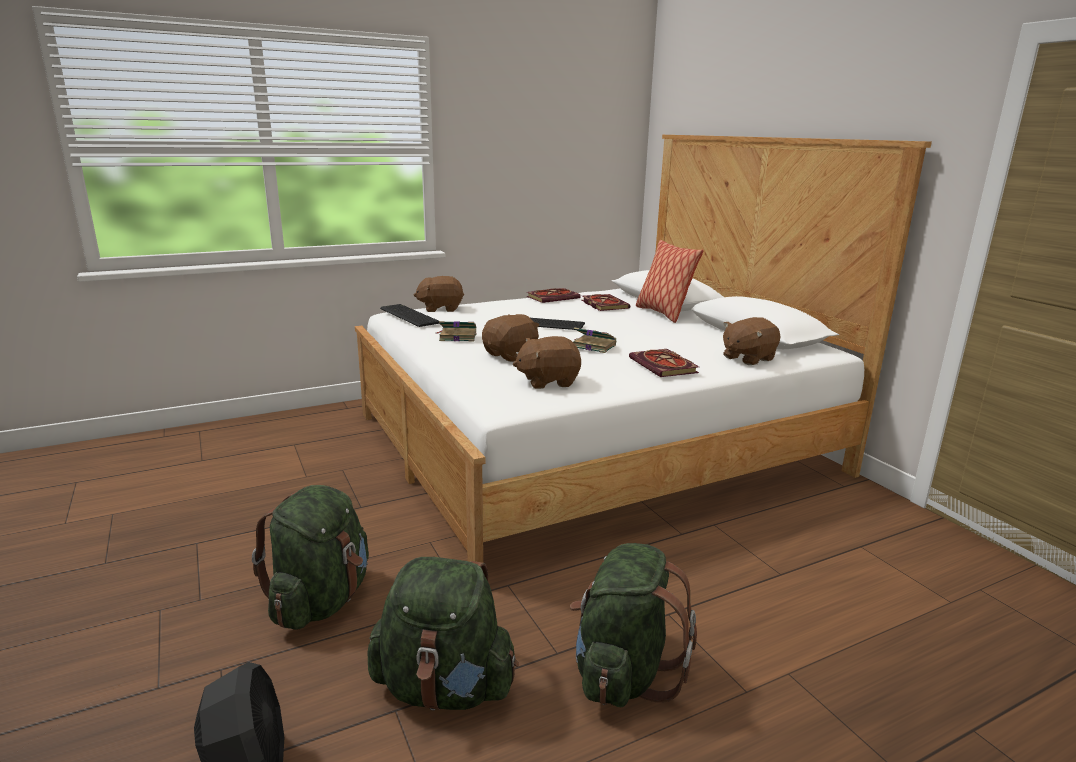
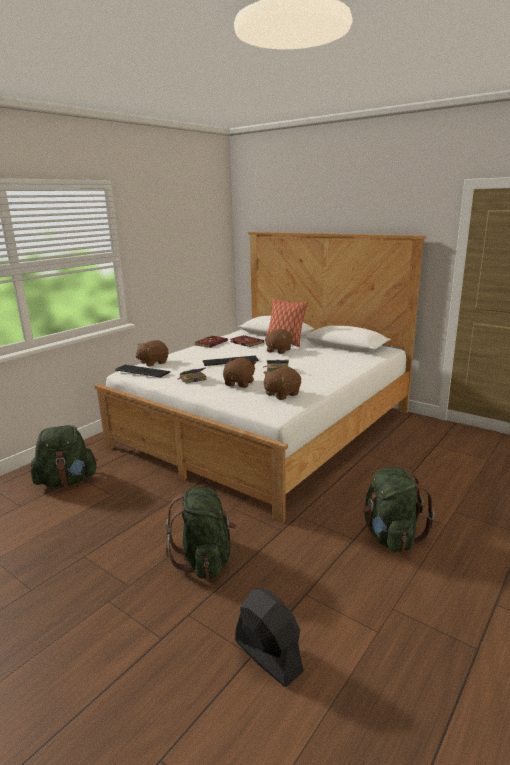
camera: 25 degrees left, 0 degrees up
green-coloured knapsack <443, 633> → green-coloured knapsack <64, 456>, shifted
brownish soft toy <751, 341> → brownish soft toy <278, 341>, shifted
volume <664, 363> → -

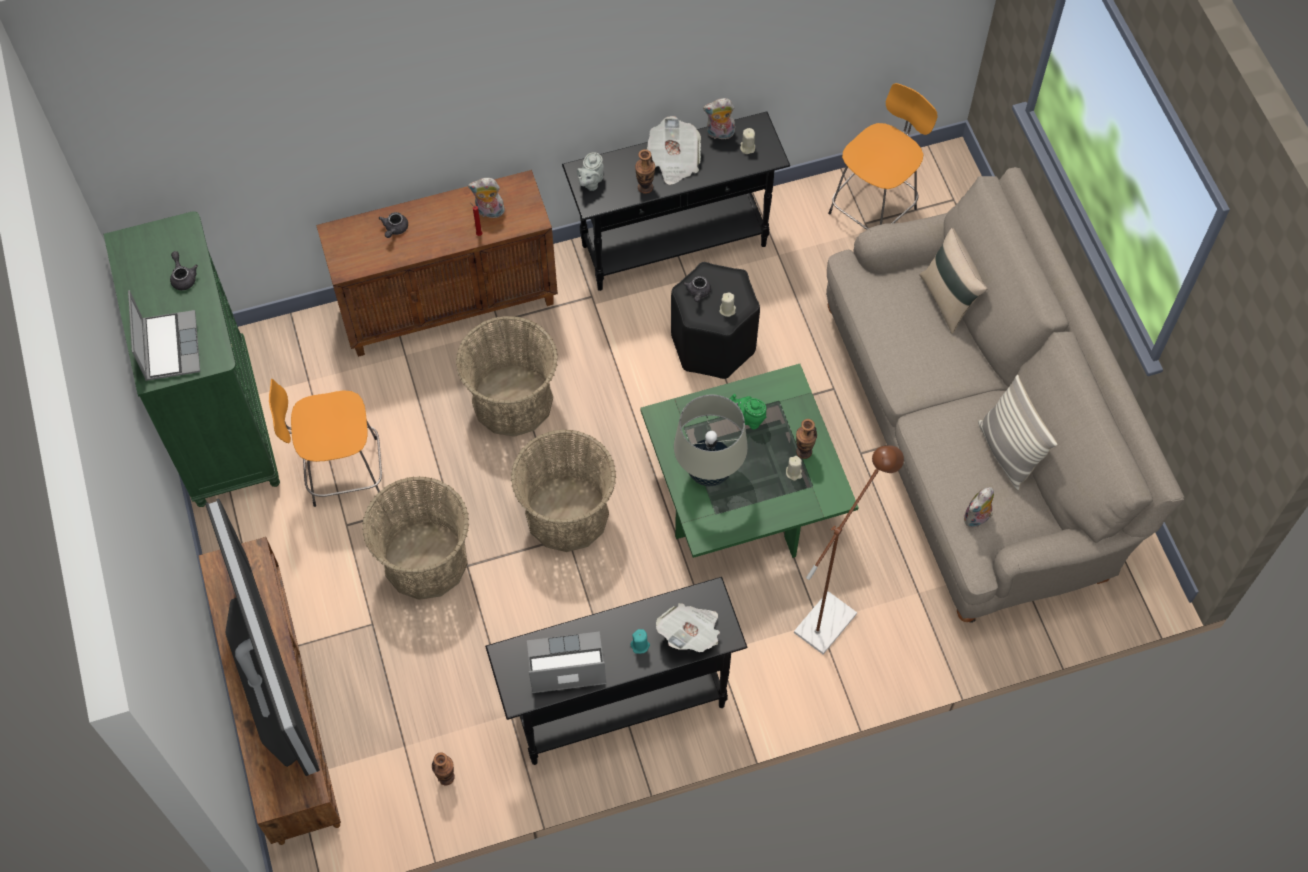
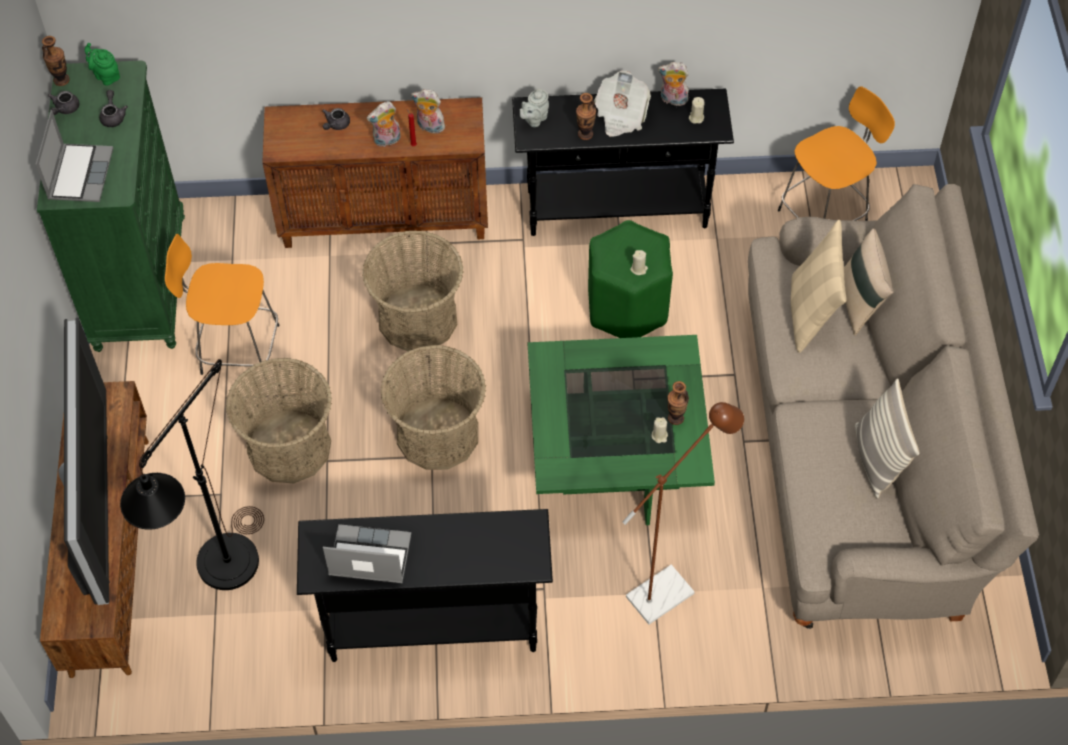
camera: 15 degrees right, 5 degrees down
vase <443, 769> → vase <56, 61>, shifted
greyish pot for tea <697, 289> → greyish pot for tea <63, 103>, shifted
green-coloured pot for tea <748, 412> → green-coloured pot for tea <102, 64>, shifted
- → blackish floor lamp <192, 474>
soft toy <978, 507> → soft toy <383, 124>, shifted
blackish stool <715, 320> → green-coloured stool <630, 279>
- → beige-coloured cushion <819, 286>
turquoise-coloured wax candle <640, 641> → -
newspaper <688, 627> → -
beige-coloured table lamp <711, 440> → -

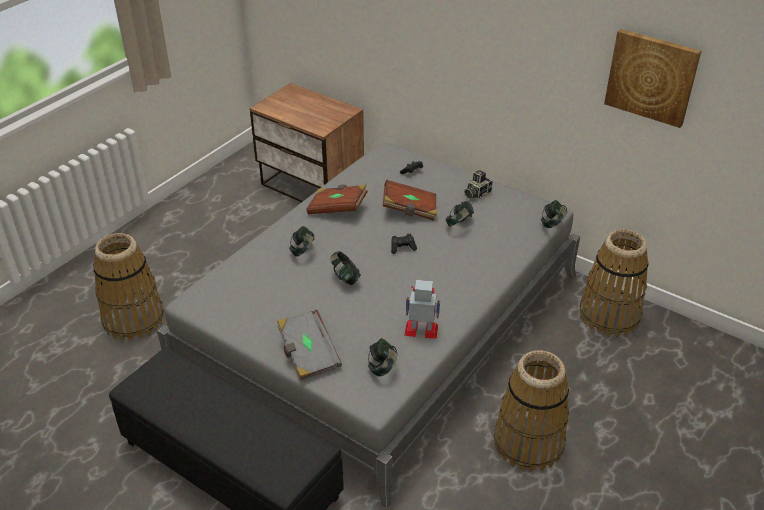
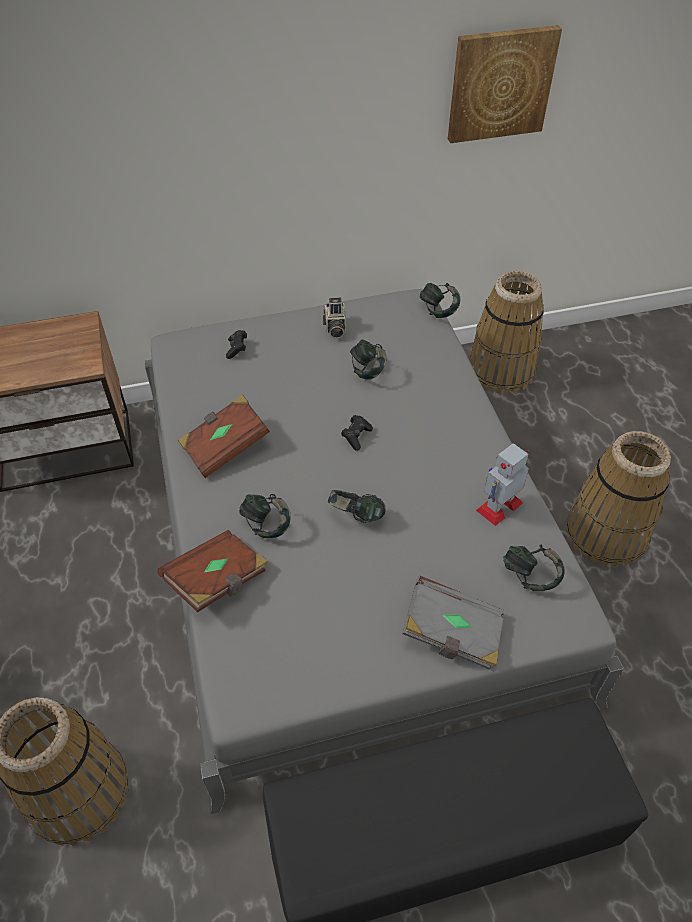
camera: 50 degrees left, 10 degrees up
brownish volume <410, 200> → brownish volume <213, 571>, shifted

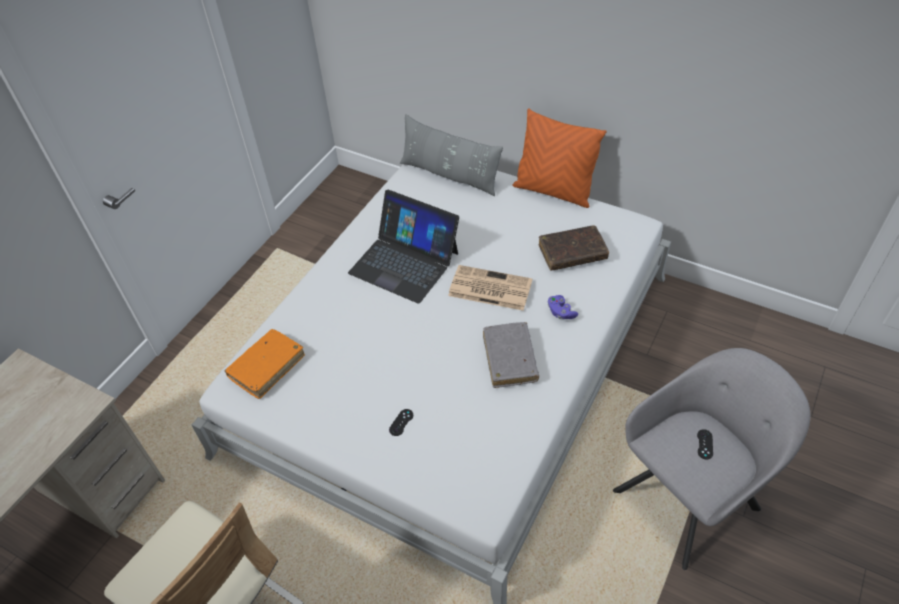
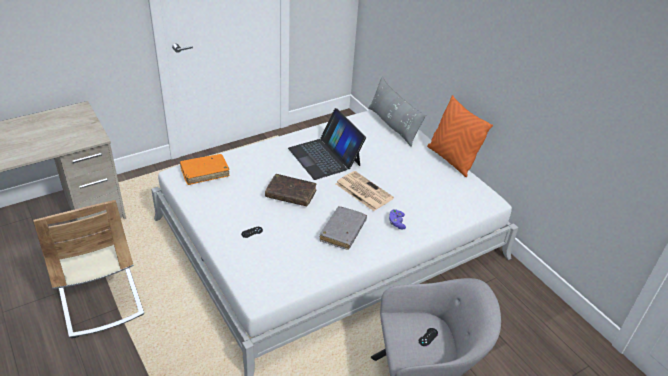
camera: 25 degrees right, 10 degrees down
brownish volume <574, 247> → brownish volume <291, 190>, shifted

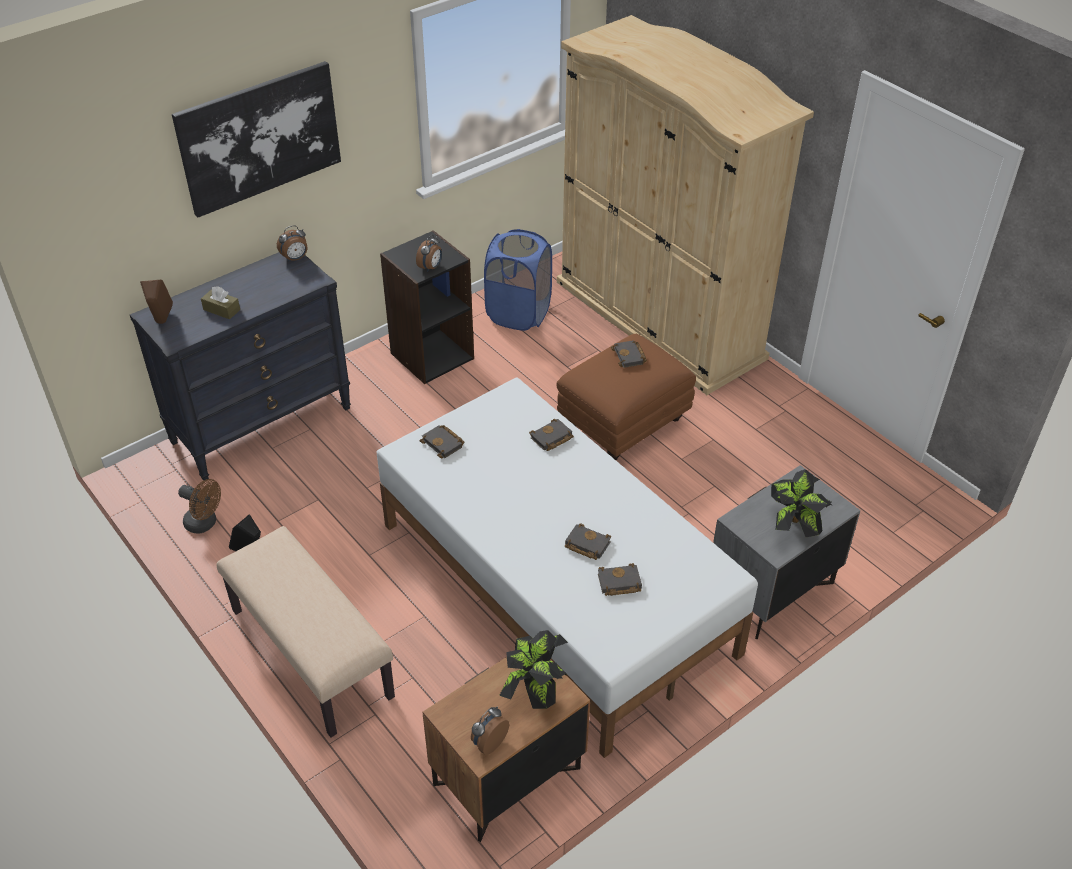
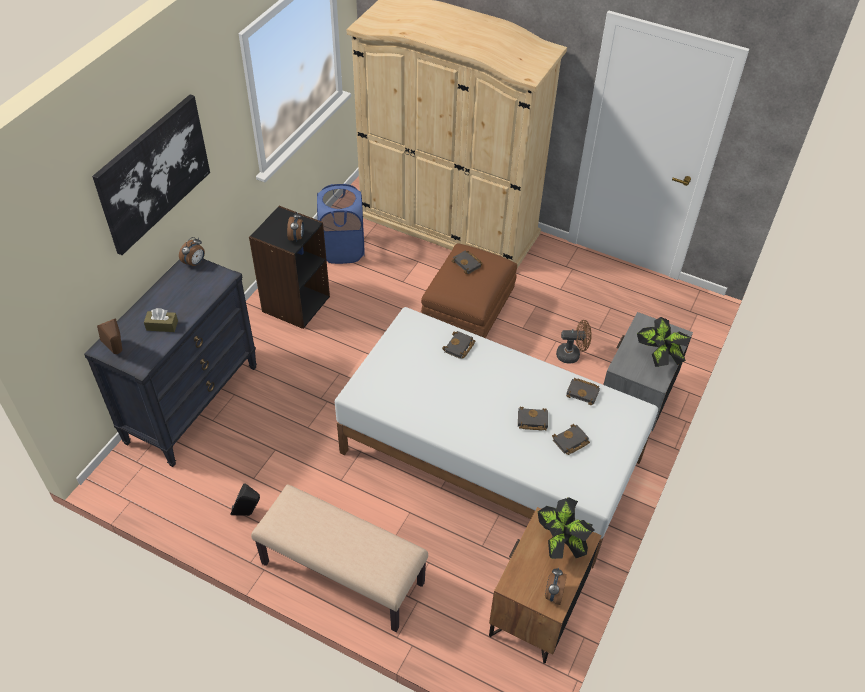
camera: 25 degrees left, 5 degrees up
brownish fan <199, 506> → brownish fan <574, 342>, shifted
blackish volume <442, 442> → blackish volume <583, 391>, shifted

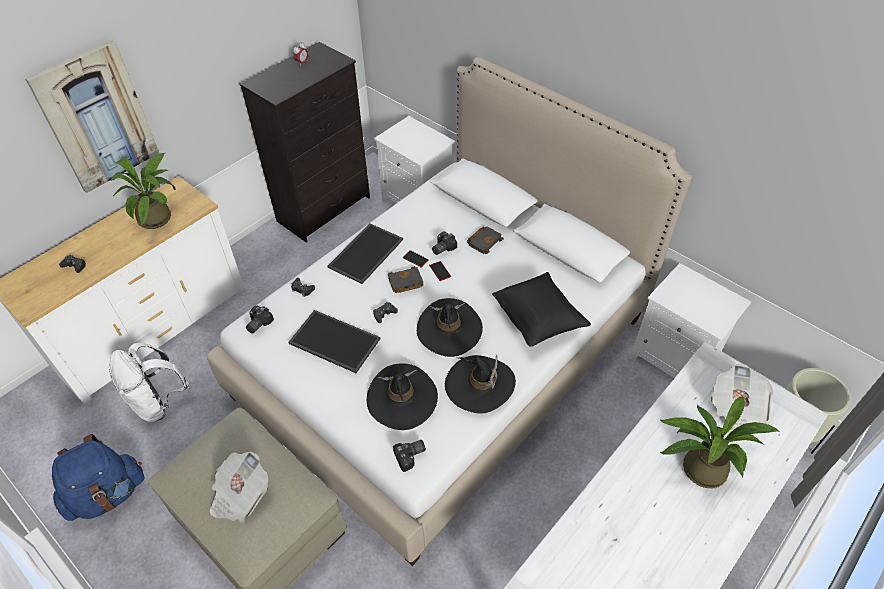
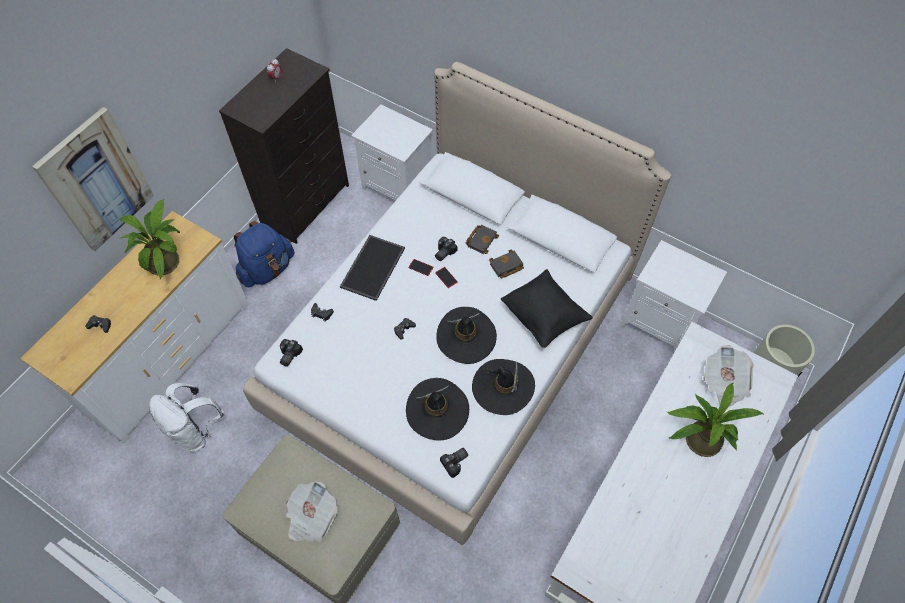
camera: 10 degrees left, 10 degrees up
blue-coloured knapsack <98, 477> → blue-coloured knapsack <264, 254>, shifted
blackish volume <405, 279> → blackish volume <506, 263>, shifted
tray <334, 341> → -

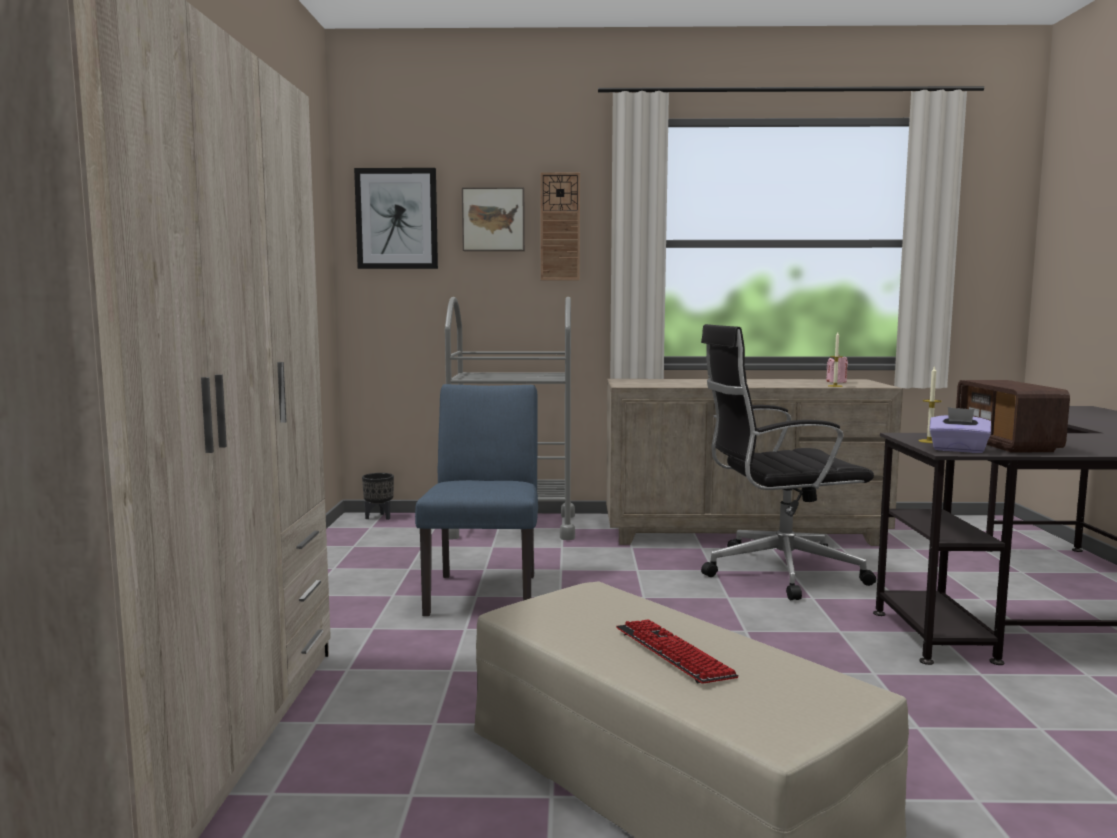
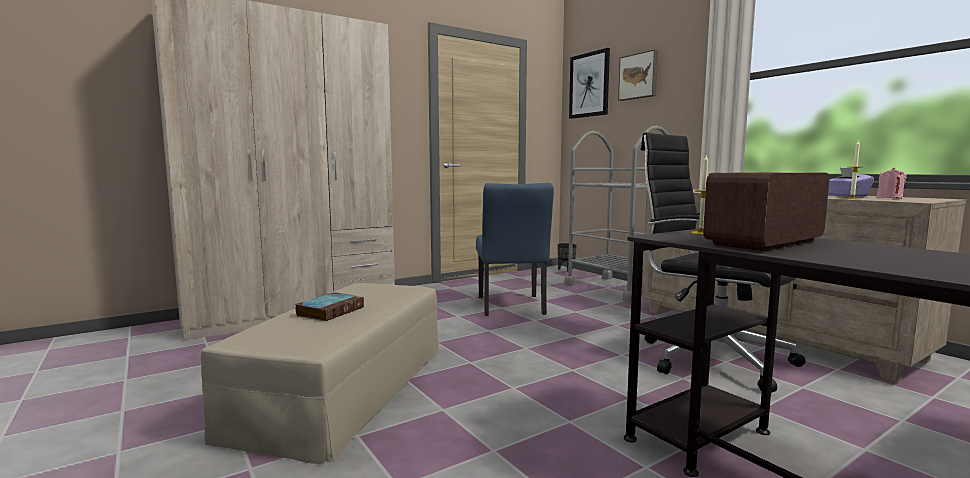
camera: 55 degrees right, 0 degrees up
PC keyboard <677, 651> → volume <329, 306>
blue-coloured chair <476, 500> → blue-coloured chair <515, 249>, 120 degrees clockwise
purplish tissue holder <960, 430> → purplish tissue holder <851, 182>, shifted
wall clock <560, 226> → -

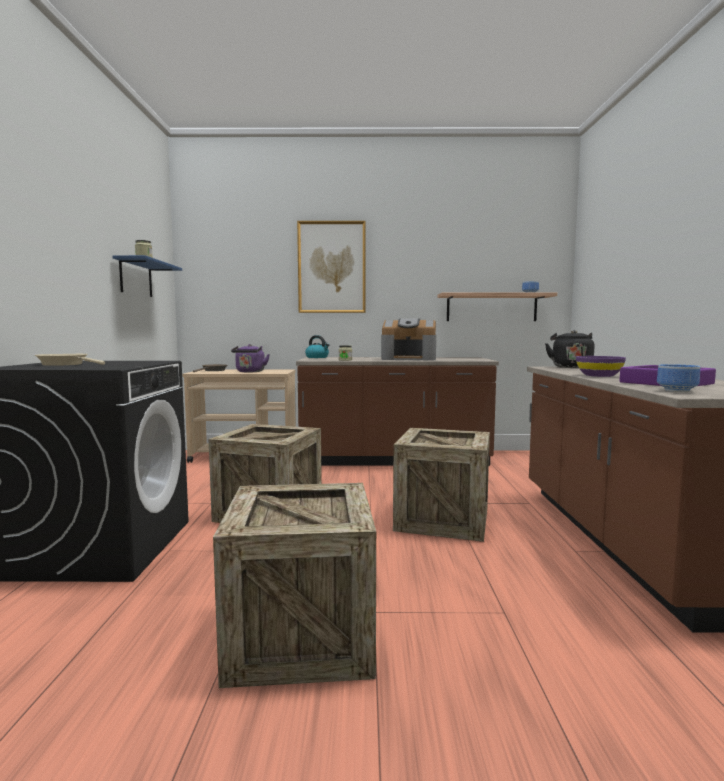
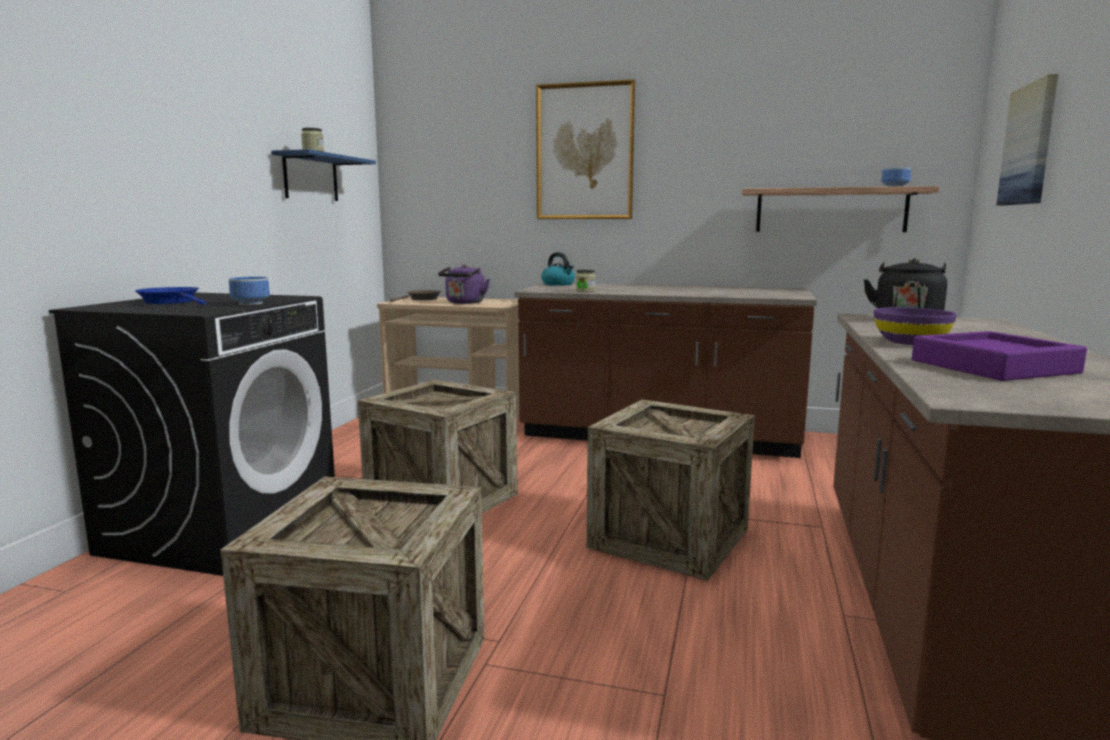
camera: 15 degrees right, 5 degrees up
beige-coloured pan <70, 360> → blue-coloured pan <170, 296>
serving bowl <678, 378> → serving bowl <249, 291>, shifted
- → picture <1027, 140>
coffee brewer <408, 339> → -

